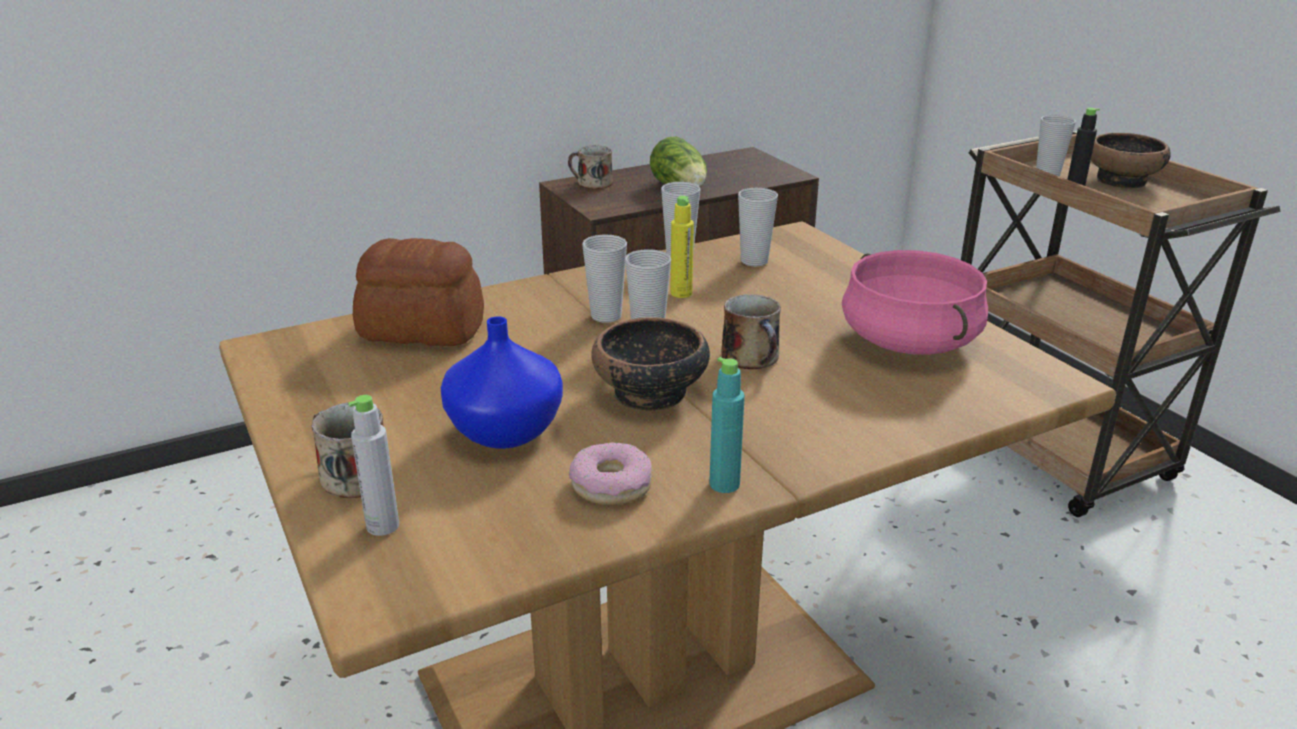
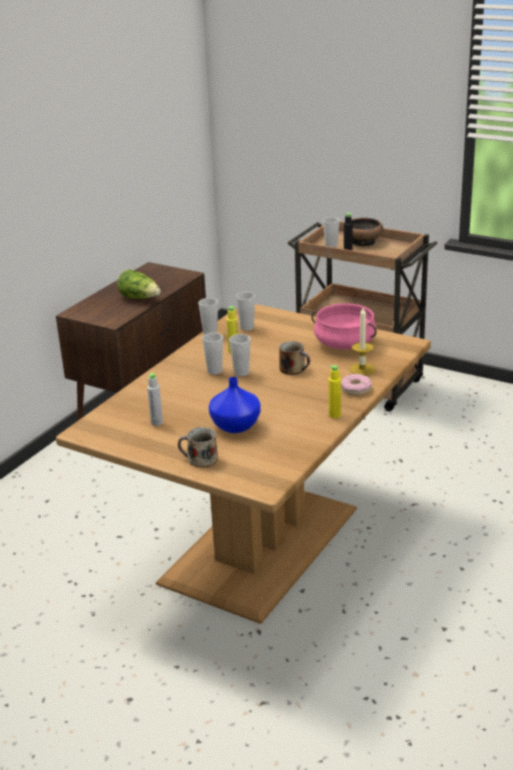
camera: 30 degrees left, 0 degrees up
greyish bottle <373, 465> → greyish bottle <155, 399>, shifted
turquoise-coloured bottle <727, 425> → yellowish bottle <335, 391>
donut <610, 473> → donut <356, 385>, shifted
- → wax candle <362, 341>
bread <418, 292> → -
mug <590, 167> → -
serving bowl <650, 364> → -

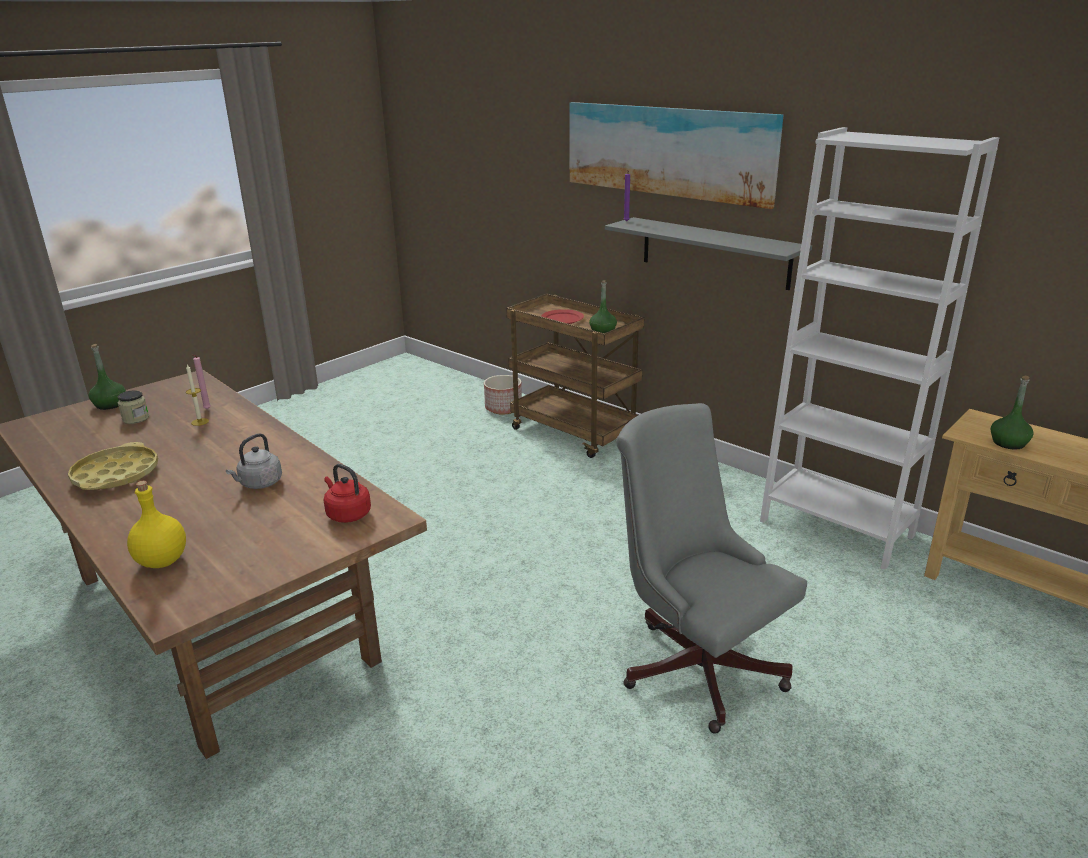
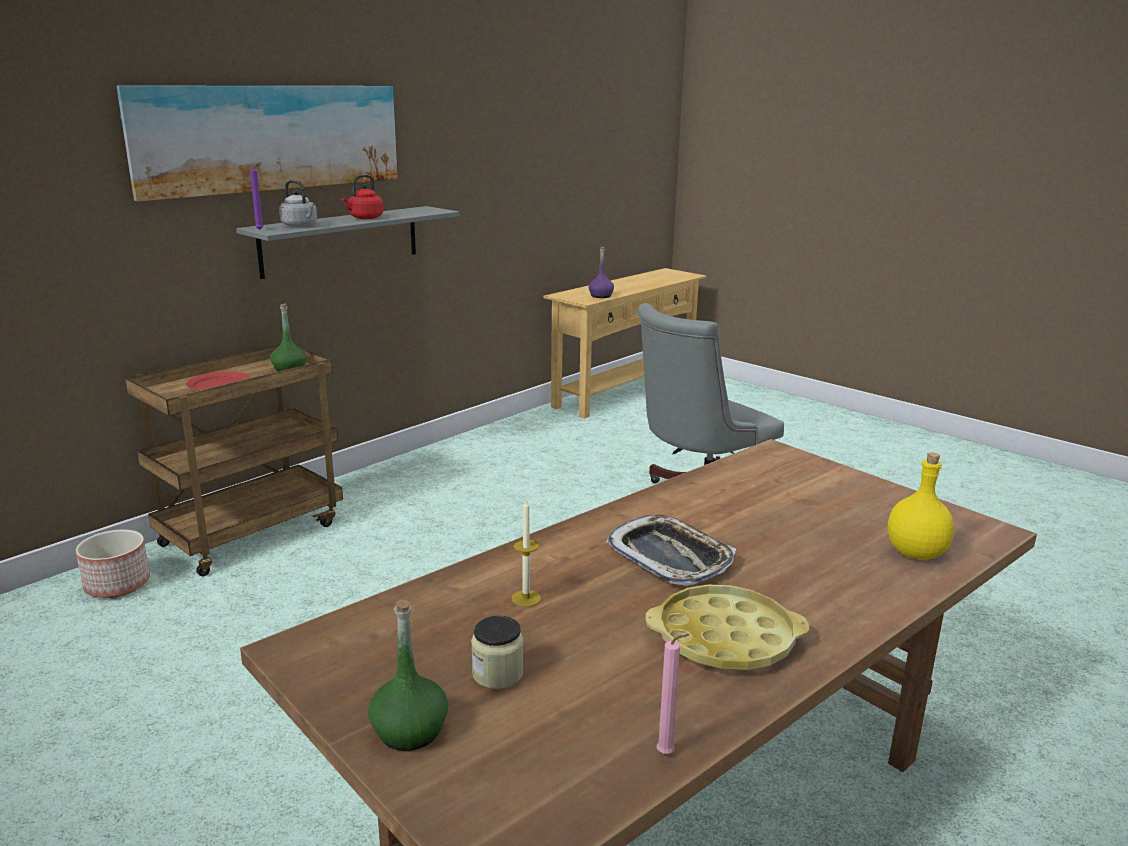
camera: 90 degrees left, 5 degrees down
greyish water kettle <254, 461> → greyish water kettle <298, 203>, shifted
reddish water kettle <347, 493> → reddish water kettle <362, 196>, shifted
green-coloured bottle <1012, 412> → purplish bottle <601, 272>
- → tray <670, 550>
pink-coloured wax candle <202, 382> → pink-coloured wax candle <673, 694>, shifted
white bookshelf <879, 348> → -

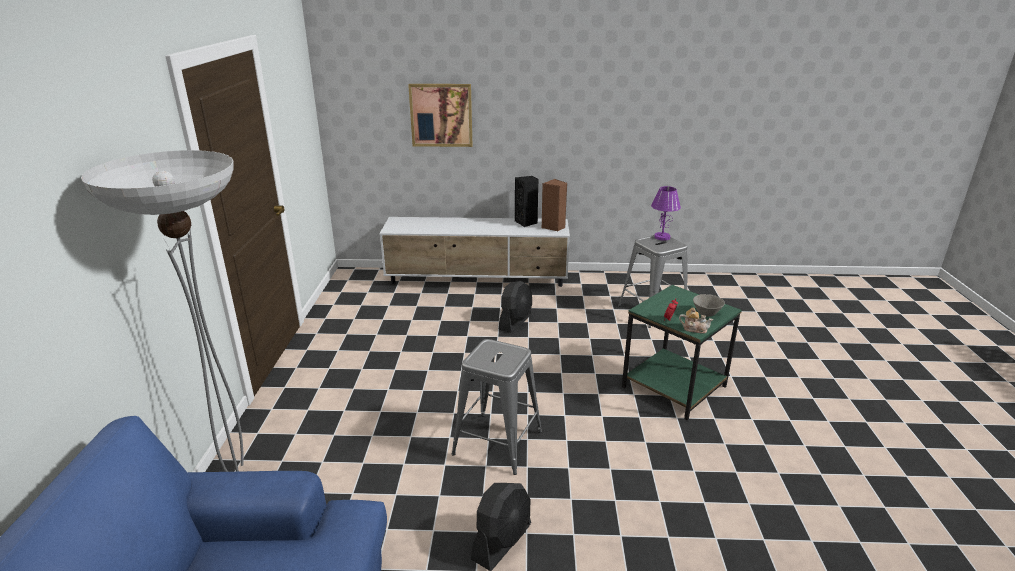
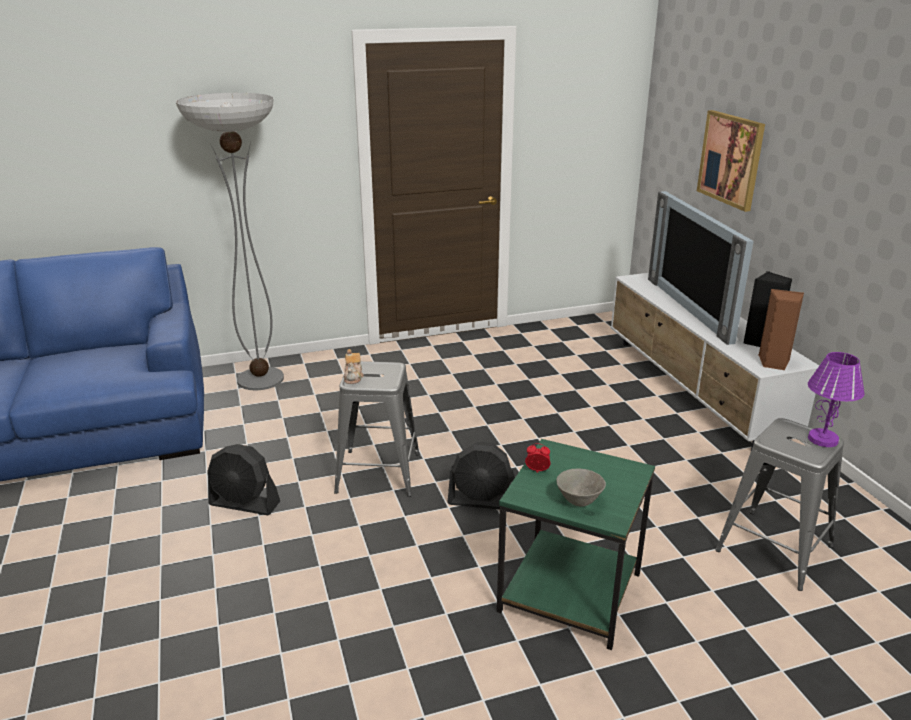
camera: 70 degrees right, 0 degrees up
pot for tea <696, 320> → pot for tea <354, 366>, shifted
blackish fan <515, 307> → blackish fan <481, 476>, shifted
- → TV set <701, 268>

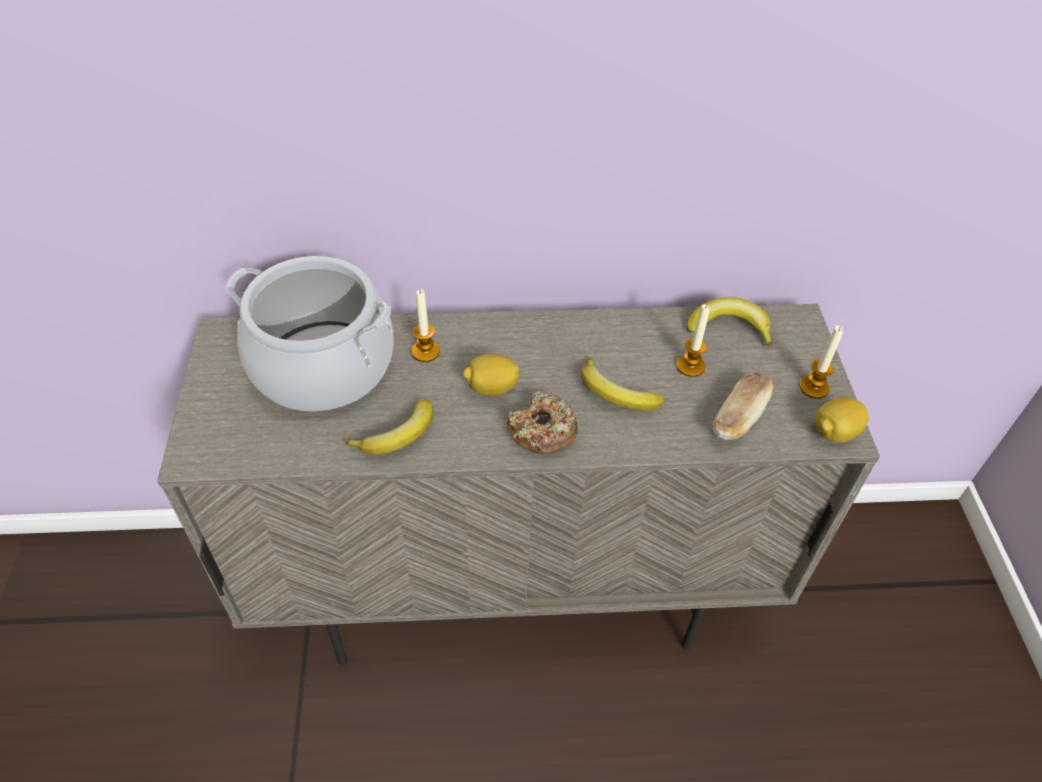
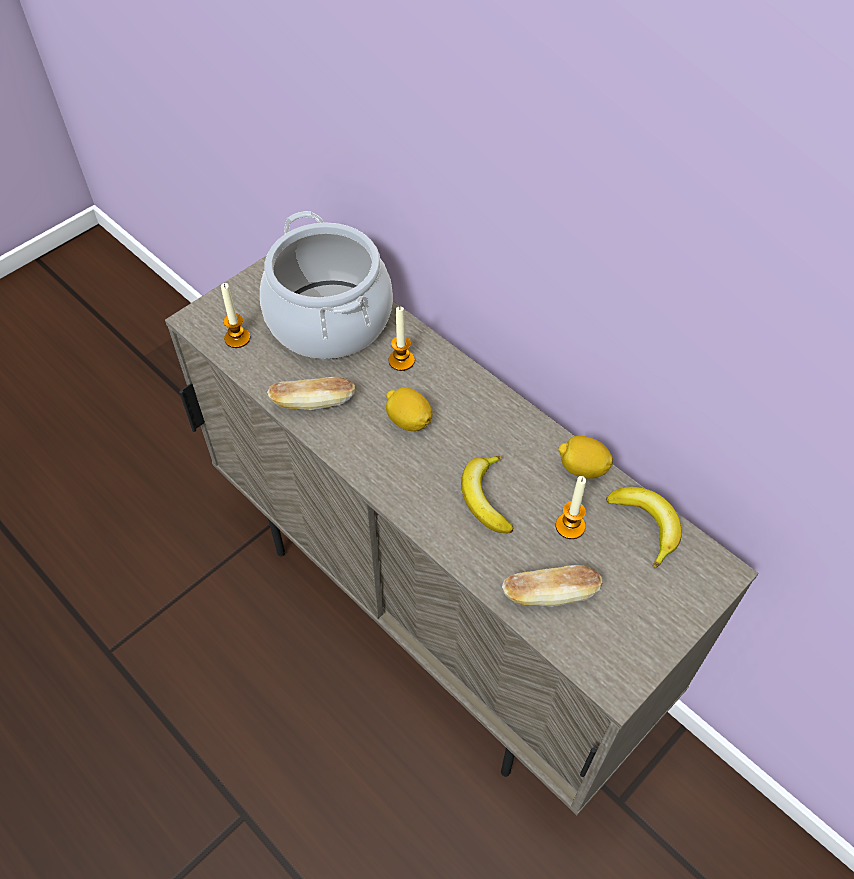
camera: 50 degrees right, 5 degrees up
wax candle <821, 362> → wax candle <235, 315>, shifted
banana fruit <388, 427> → bread <311, 393>
citrus fruit <842, 420> → citrus fruit <585, 457>, shifted
donut <542, 423> → -

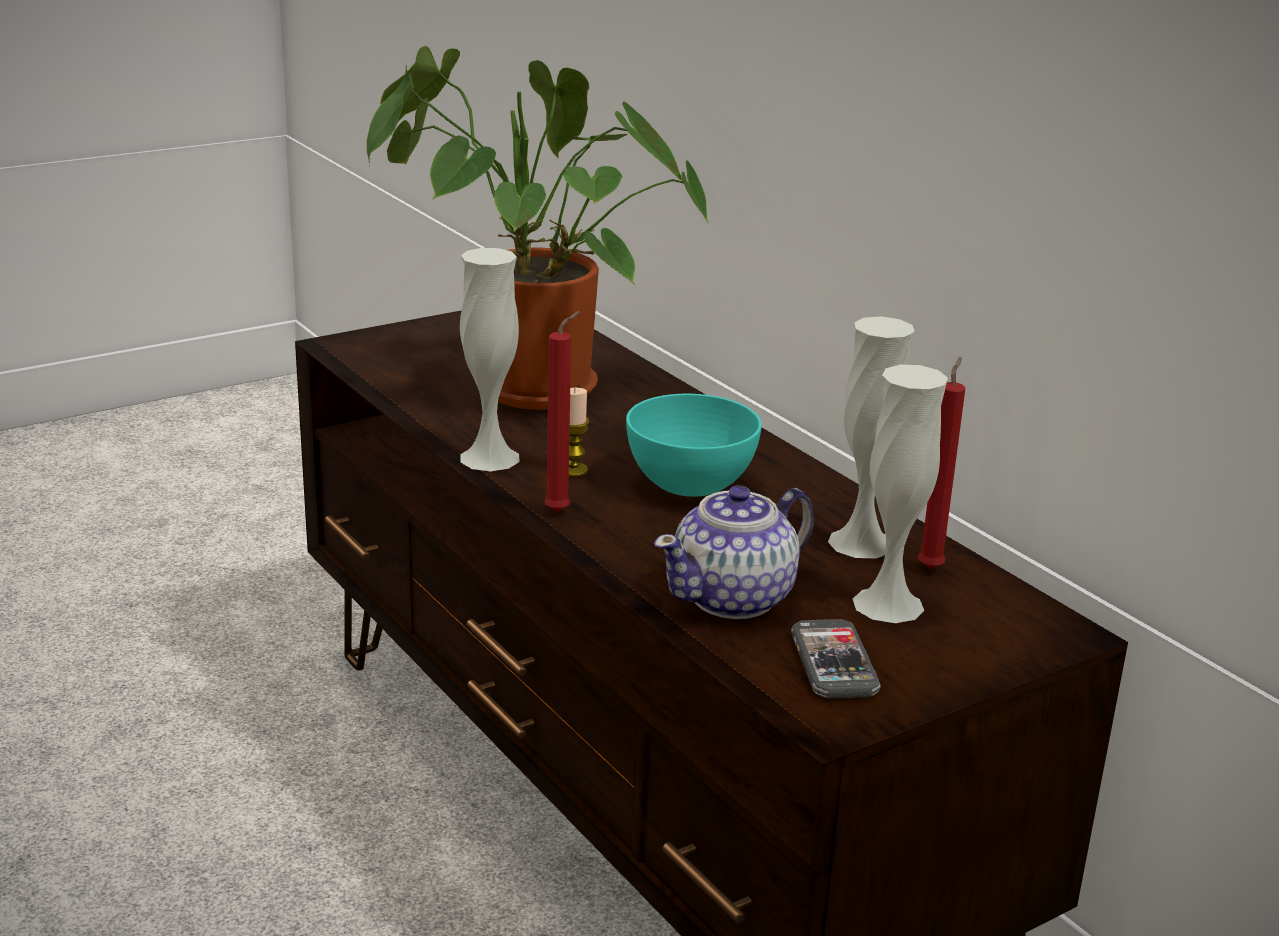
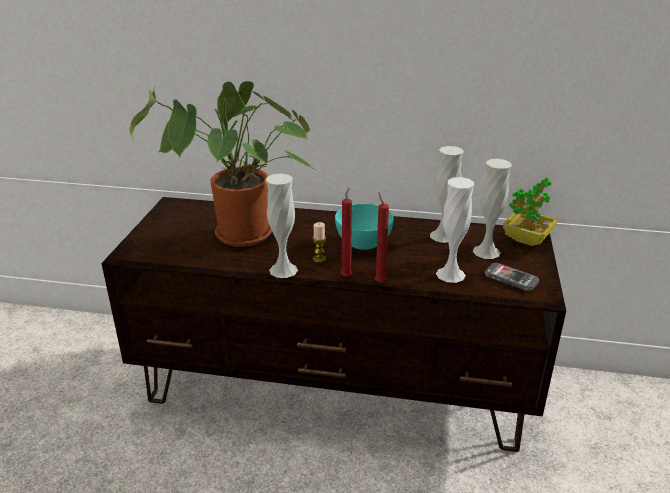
camera: 45 degrees left, 5 degrees up
reddish wax candle <941, 462> → reddish wax candle <382, 238>, shifted
pot for tea <734, 552> → white vase <455, 230>
- → plant in a pot <530, 212>

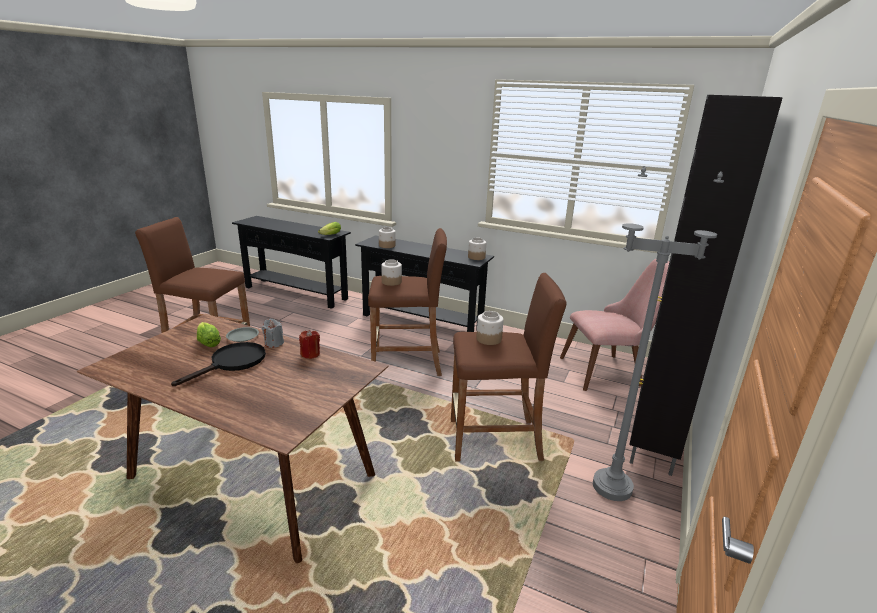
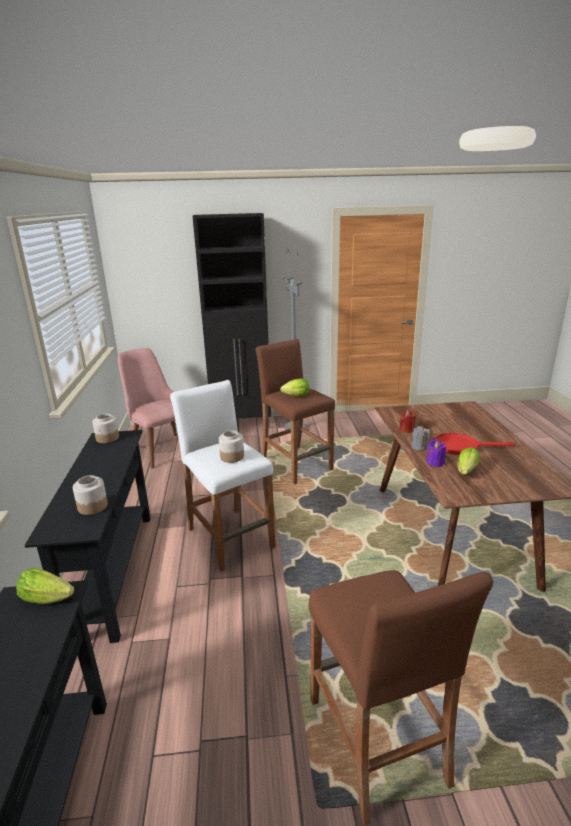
camera: 120 degrees left, 0 degrees up
brownish stool <407, 302> → white stool <222, 476>
jar <490, 328> → lettuce head <295, 387>
greyish plate <242, 334> → purplish wax candle <436, 453>
blackish pan <218, 364> → reddish pan <475, 444>

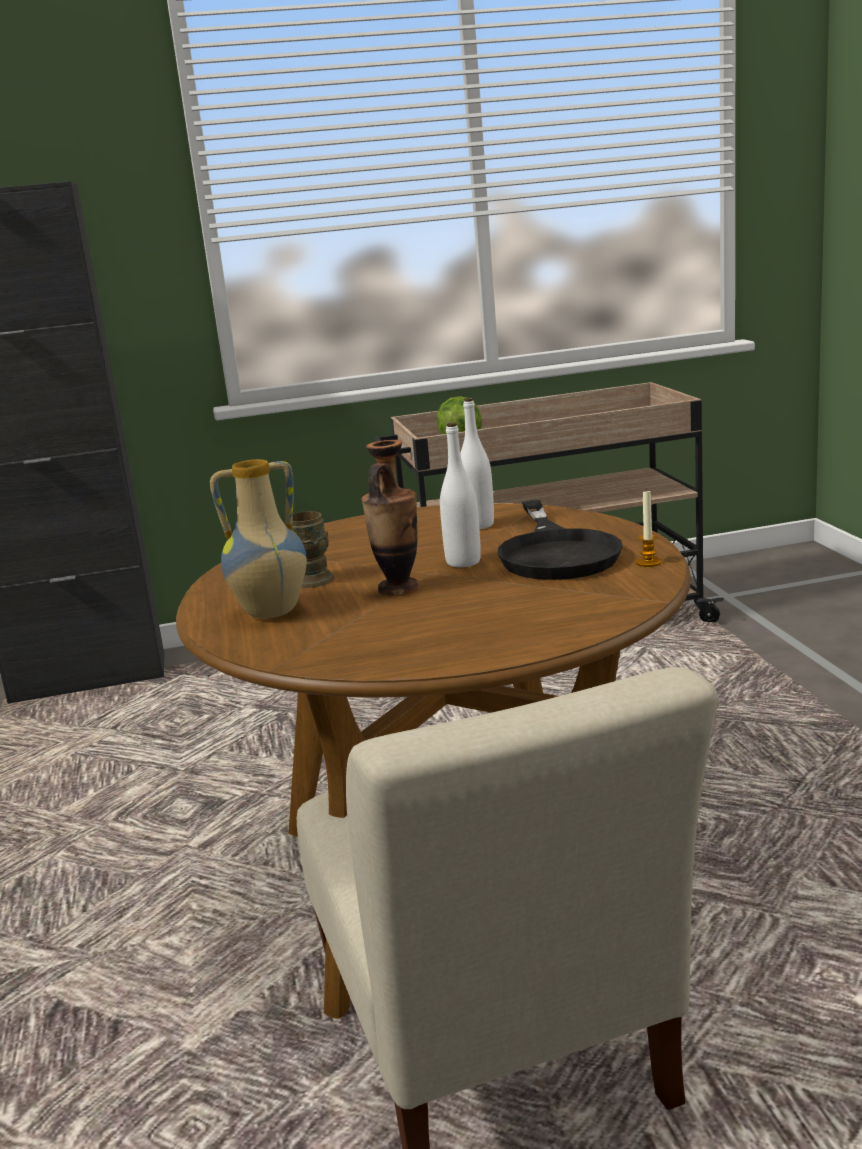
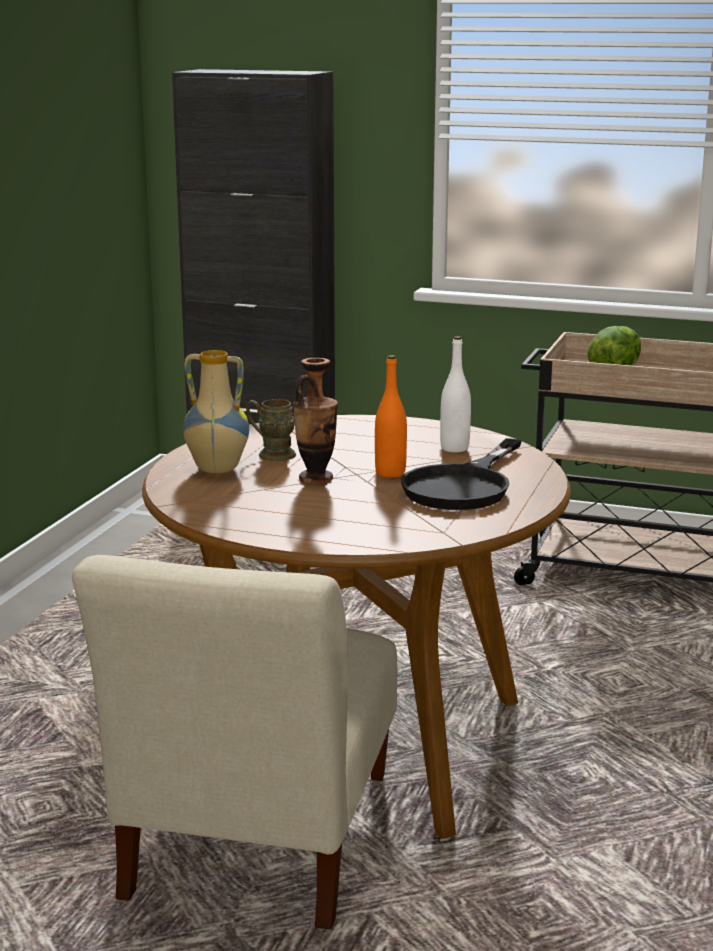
camera: 30 degrees right, 0 degrees up
white bottle <460, 494> → orangey bottle <391, 416>
wax candle <649, 528> → -

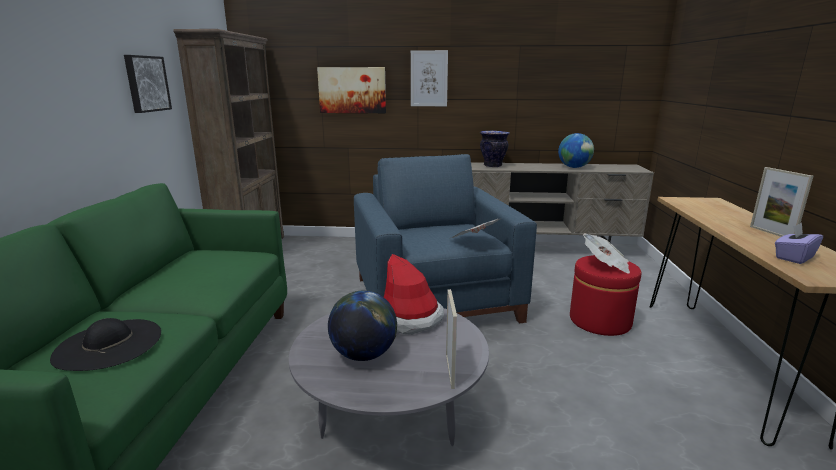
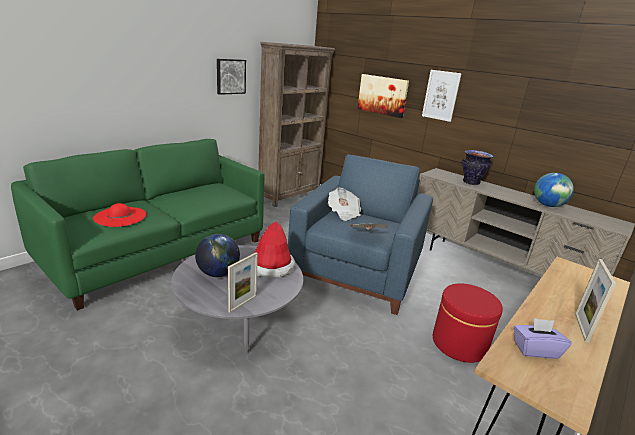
camera: 35 degrees right, 5 degrees up
blackish hat <105, 344> → reddish hat <119, 215>
newspaper <606, 253> → newspaper <344, 204>, shifted

